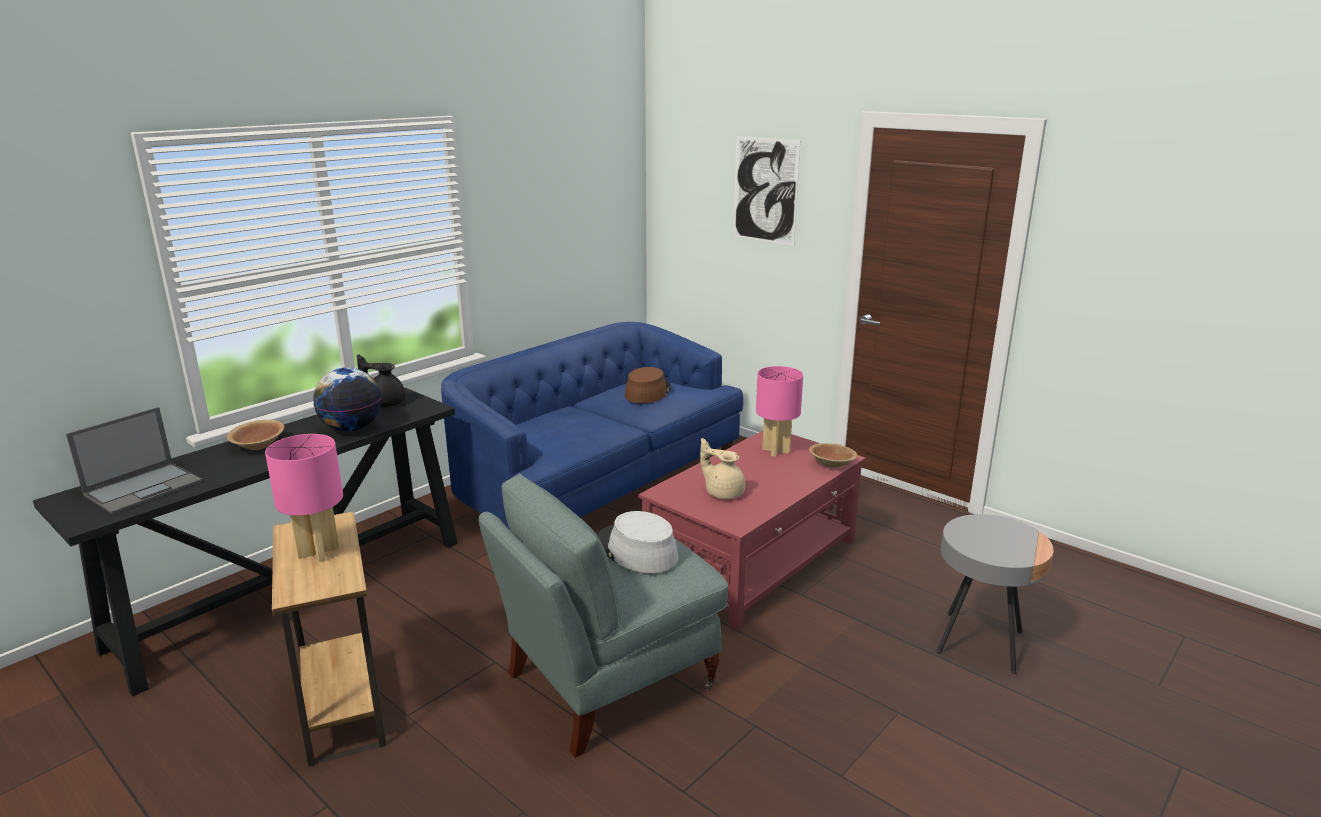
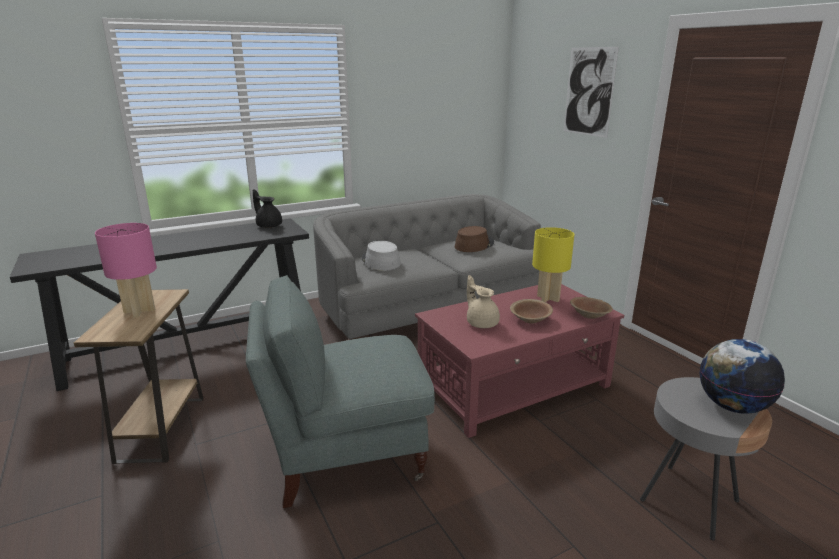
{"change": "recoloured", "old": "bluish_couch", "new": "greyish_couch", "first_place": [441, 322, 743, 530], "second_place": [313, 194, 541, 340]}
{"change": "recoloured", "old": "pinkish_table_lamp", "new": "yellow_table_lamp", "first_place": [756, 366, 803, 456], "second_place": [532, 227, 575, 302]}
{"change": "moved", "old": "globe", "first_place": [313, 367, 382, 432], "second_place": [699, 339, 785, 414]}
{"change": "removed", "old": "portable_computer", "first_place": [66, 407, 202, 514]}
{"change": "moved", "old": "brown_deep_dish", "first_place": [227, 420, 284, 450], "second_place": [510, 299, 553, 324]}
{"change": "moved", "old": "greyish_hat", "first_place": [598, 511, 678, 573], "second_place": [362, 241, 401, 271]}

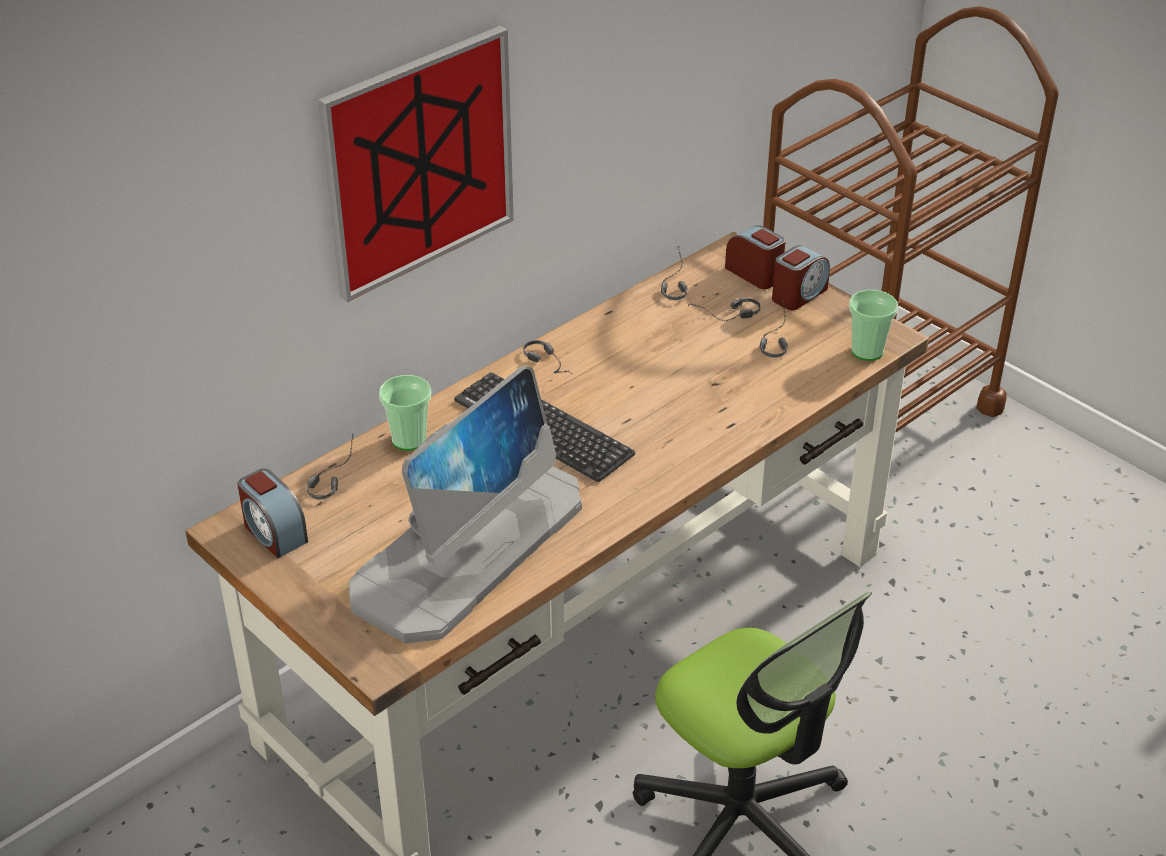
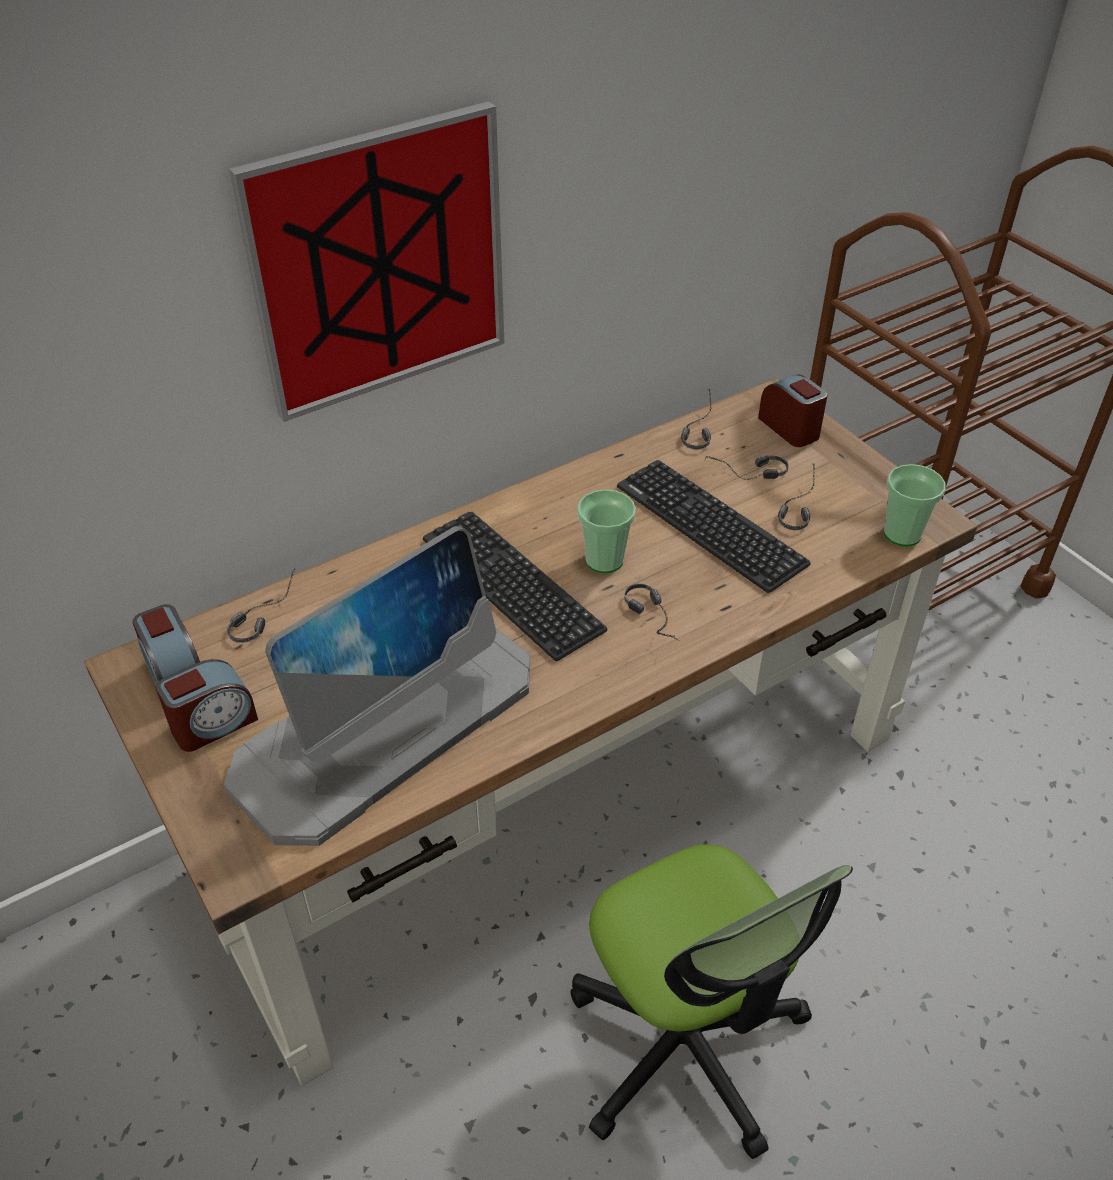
{"change": "moved", "old": "bedside_clock", "first_place": [772, 245, 830, 310], "second_place": [156, 659, 258, 752]}
{"change": "moved", "old": "headset", "first_place": [523, 340, 572, 374], "second_place": [624, 584, 679, 641]}
{"change": "moved", "old": "small_cup", "first_place": [379, 375, 431, 451], "second_place": [577, 489, 636, 573]}
{"change": "added", "new": "keyboard", "second_place": [617, 460, 810, 593]}

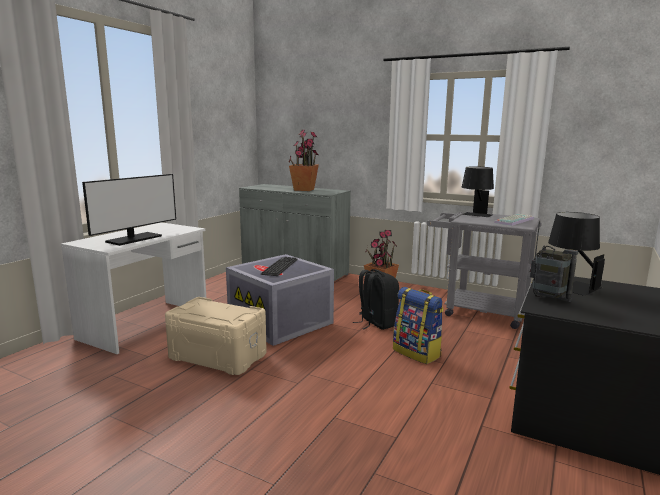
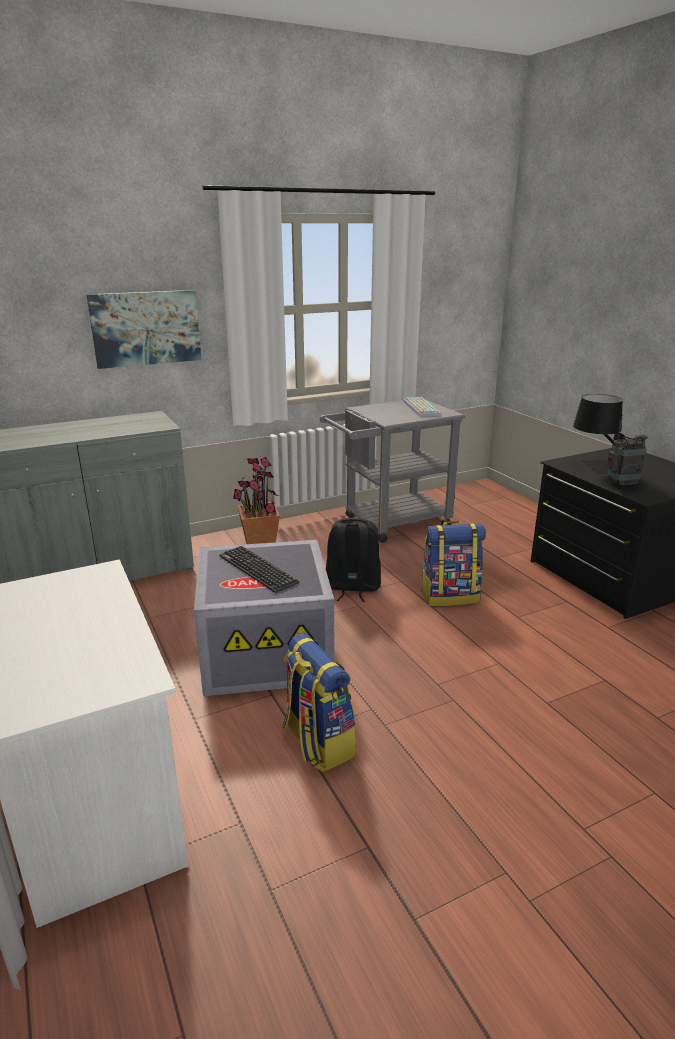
{"change": "removed", "old": "houseplant", "first_place": [289, 130, 319, 191]}
{"change": "removed", "old": "blackish_table_lamp", "first_place": [462, 166, 494, 217]}
{"change": "removed", "old": "monitor", "first_place": [82, 174, 176, 246]}
{"change": "replaced", "old": "sand-coloured_storage_bin", "new": "rucksack", "first_place": [165, 297, 267, 375], "second_place": [283, 633, 356, 772]}
{"change": "added", "new": "wall_art", "second_place": [87, 290, 201, 369]}

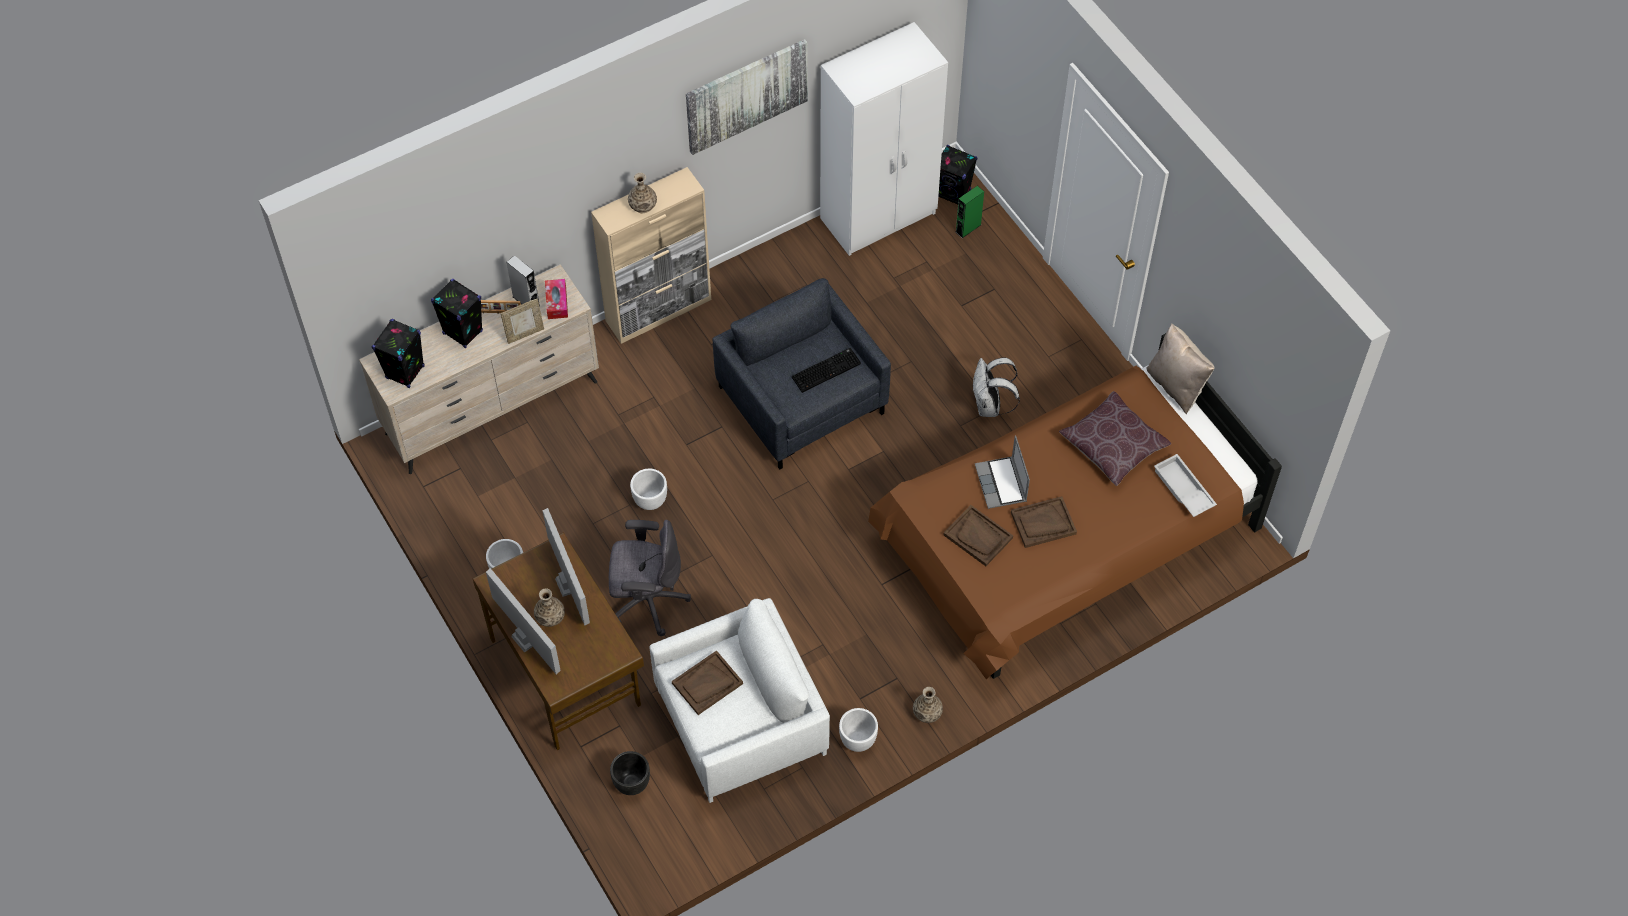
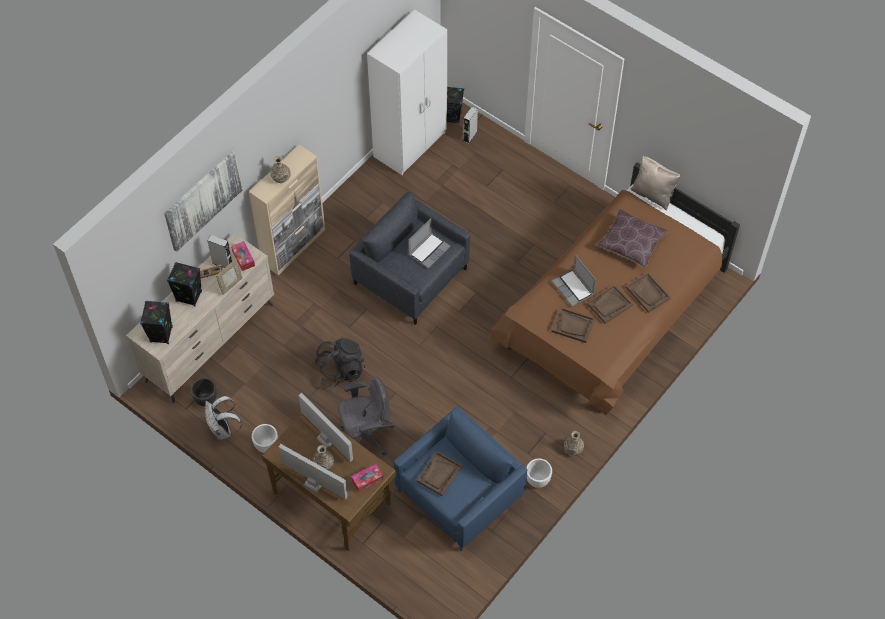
{"change": "moved", "old": "wall_art", "first_place": [686, 39, 808, 155], "second_place": [164, 151, 242, 252]}
{"change": "recoloured", "old": "green-coloured_loudspeaker", "new": "greyish_loudspeaker", "first_place": [956, 186, 984, 238], "second_place": [463, 107, 478, 143]}
{"change": "replaced", "old": "keyboard", "new": "portable_computer", "first_place": [792, 348, 861, 393], "second_place": [408, 218, 451, 269]}
{"change": "moved", "old": "whitish_rucksack", "first_place": [972, 358, 1020, 417], "second_place": [205, 396, 242, 440]}
{"change": "removed", "old": "whitish_carrying_tray", "first_place": [1154, 454, 1217, 517]}
{"change": "replaced", "old": "whitish_flower_pot", "new": "blackish_rucksack", "first_place": [630, 469, 667, 510], "second_place": [314, 338, 365, 388]}
{"change": "recoloured", "old": "whitish_lounge_chair", "new": "bluish_lounge_chair", "first_place": [649, 598, 830, 803], "second_place": [394, 407, 528, 551]}
{"change": "moved", "old": "blackish_flower_pot", "first_place": [610, 751, 650, 795], "second_place": [191, 378, 217, 406]}
{"change": "added", "new": "brown_carrying_tray", "second_place": [626, 273, 671, 313]}
{"change": "added", "new": "tissue_box", "second_place": [351, 464, 384, 492]}

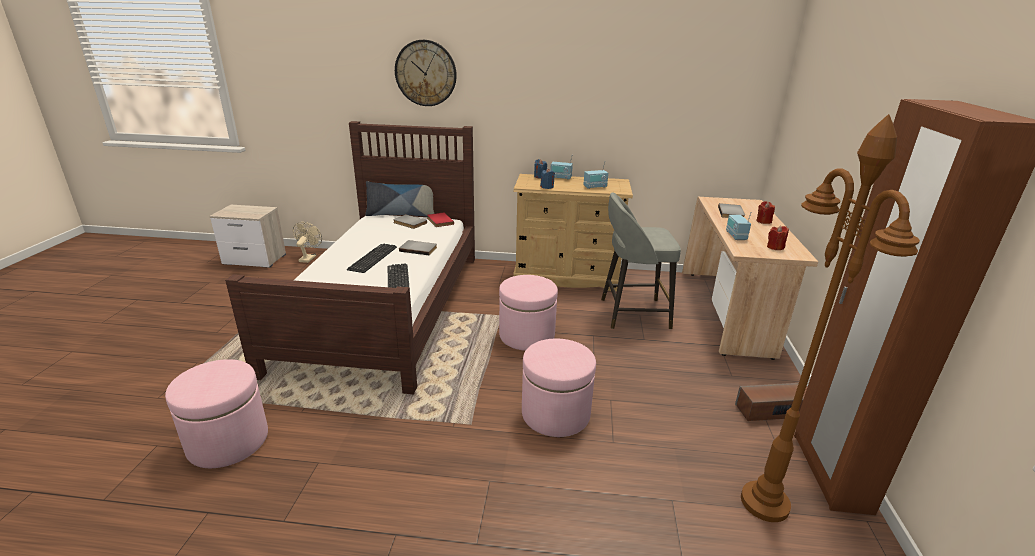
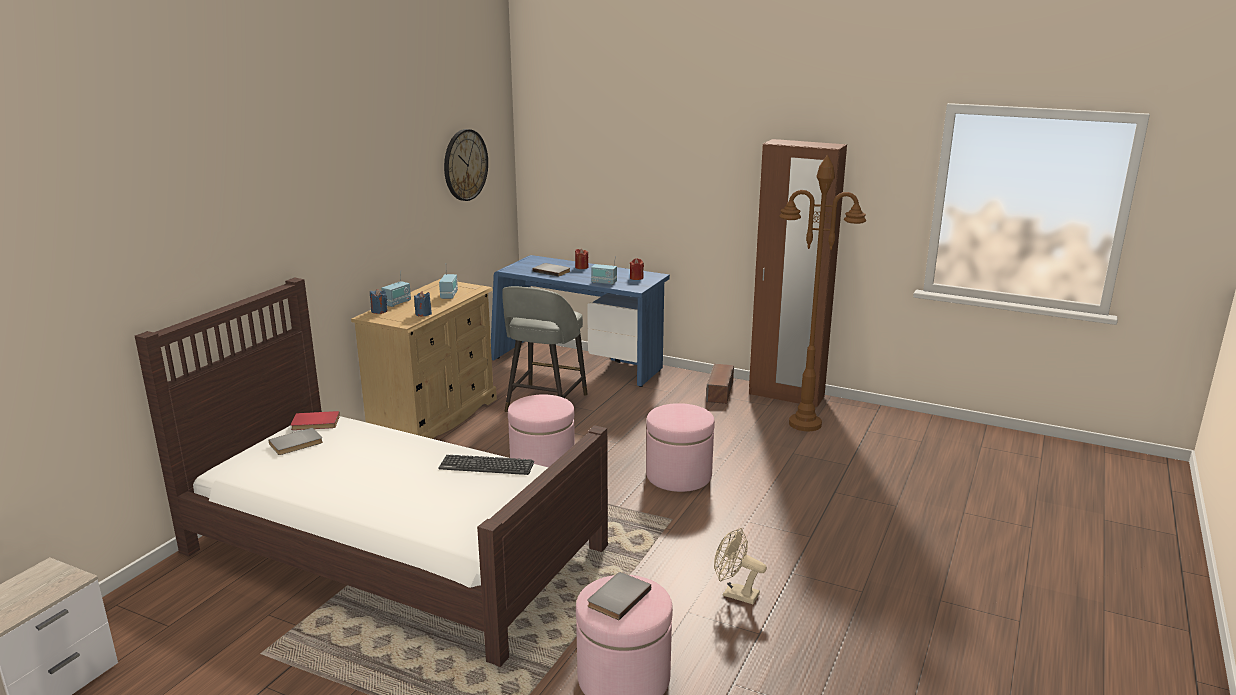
{"change": "moved", "old": "clock_on_the_wall", "first_place": [395, 40, 457, 106], "second_place": [444, 129, 488, 201]}
{"change": "removed", "old": "throw_pillow", "first_place": [365, 181, 434, 217]}
{"change": "recoloured", "old": "sand-coloured_desk_table", "new": "bluish_desk_table", "first_place": [682, 197, 818, 360], "second_place": [491, 255, 670, 387]}
{"change": "moved", "old": "sand-coloured_electric_fan", "first_place": [293, 222, 322, 263], "second_place": [714, 528, 767, 604]}
{"change": "moved", "old": "greyish_bound_book", "first_place": [399, 240, 437, 255], "second_place": [587, 572, 651, 620]}
{"change": "removed", "old": "keyboard", "first_place": [347, 244, 397, 273]}

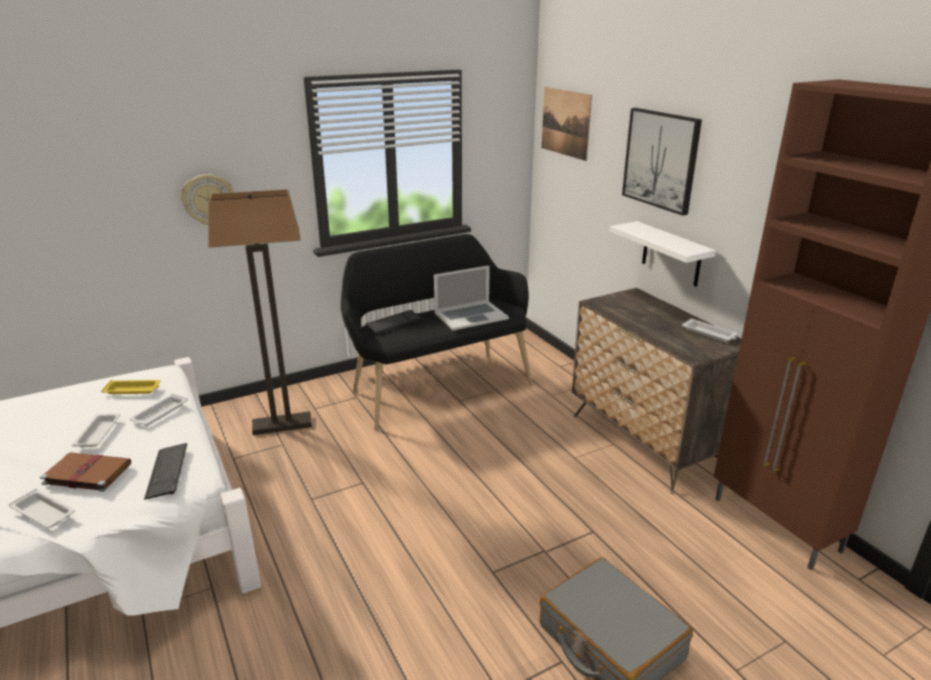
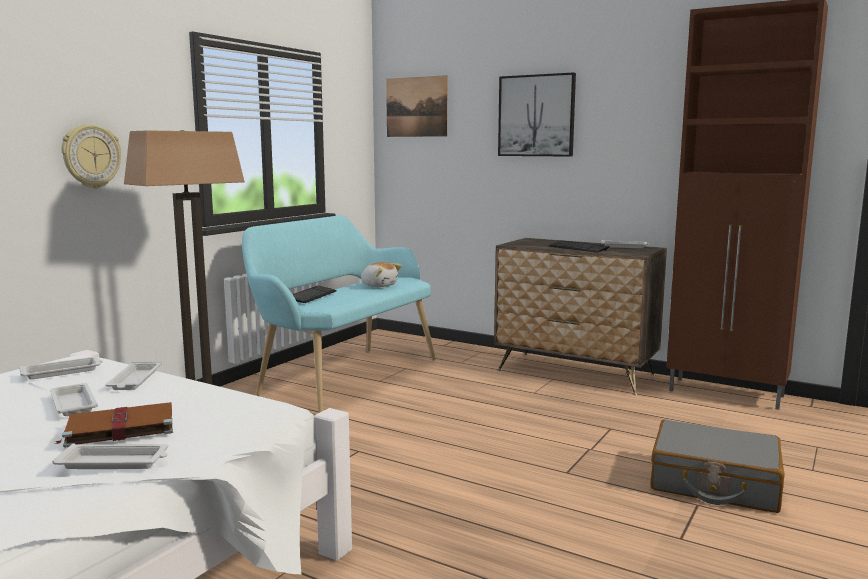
{"change": "removed", "old": "whitish_bracket_shelf", "first_place": [610, 221, 716, 287]}
{"change": "recoloured", "old": "blackish_indoor_bench", "new": "turquoise_indoor_bench", "first_place": [341, 234, 533, 430], "second_place": [242, 215, 436, 413]}
{"change": "replaced", "old": "portable_computer", "new": "cuddly_toy", "first_place": [434, 265, 509, 331], "second_place": [361, 262, 402, 287]}
{"change": "recoloured", "old": "yellow_carrying_tray", "new": "whitish_carrying_tray", "first_place": [101, 380, 160, 394], "second_place": [19, 357, 103, 379]}
{"change": "moved", "old": "keyboard", "first_place": [144, 443, 187, 500], "second_place": [549, 241, 610, 253]}

